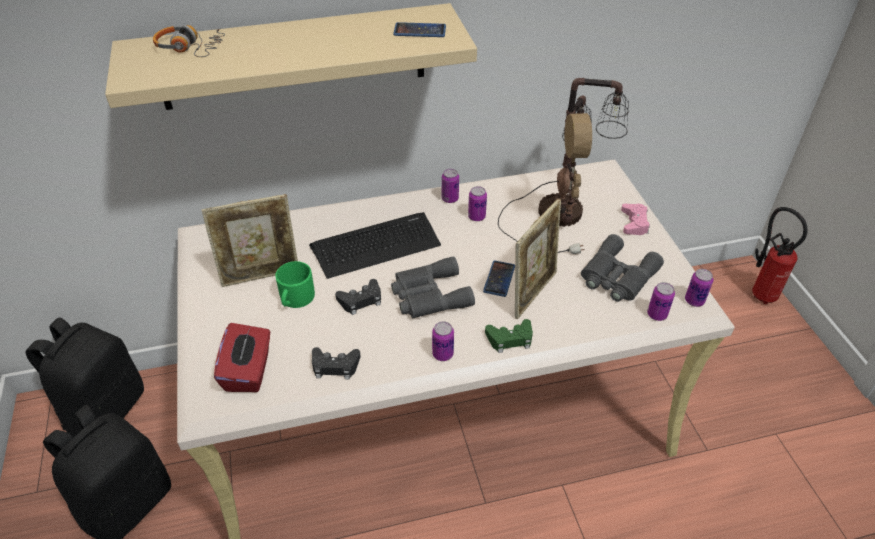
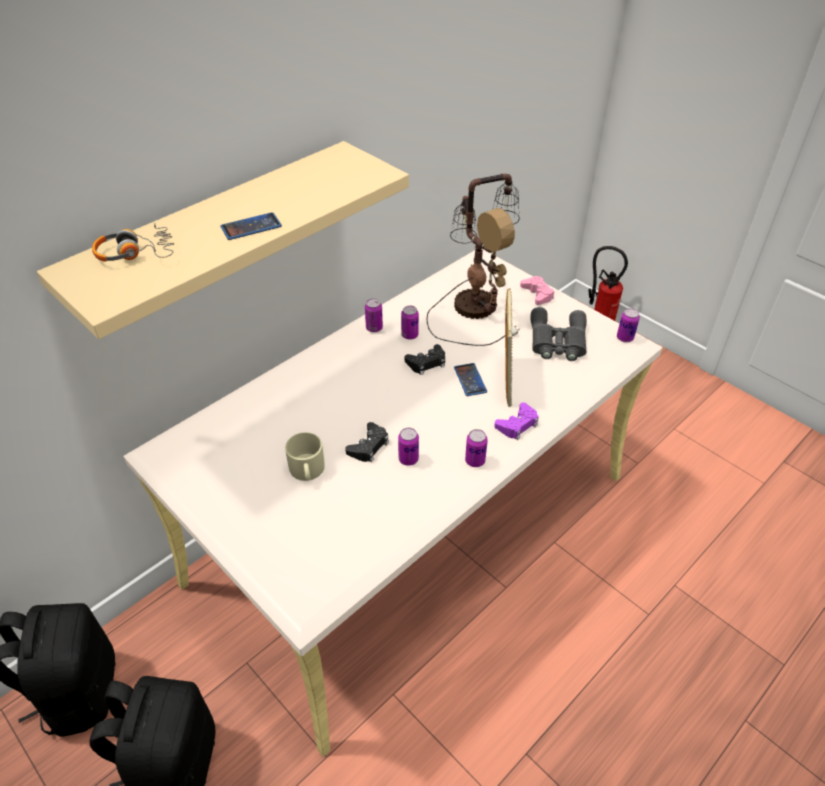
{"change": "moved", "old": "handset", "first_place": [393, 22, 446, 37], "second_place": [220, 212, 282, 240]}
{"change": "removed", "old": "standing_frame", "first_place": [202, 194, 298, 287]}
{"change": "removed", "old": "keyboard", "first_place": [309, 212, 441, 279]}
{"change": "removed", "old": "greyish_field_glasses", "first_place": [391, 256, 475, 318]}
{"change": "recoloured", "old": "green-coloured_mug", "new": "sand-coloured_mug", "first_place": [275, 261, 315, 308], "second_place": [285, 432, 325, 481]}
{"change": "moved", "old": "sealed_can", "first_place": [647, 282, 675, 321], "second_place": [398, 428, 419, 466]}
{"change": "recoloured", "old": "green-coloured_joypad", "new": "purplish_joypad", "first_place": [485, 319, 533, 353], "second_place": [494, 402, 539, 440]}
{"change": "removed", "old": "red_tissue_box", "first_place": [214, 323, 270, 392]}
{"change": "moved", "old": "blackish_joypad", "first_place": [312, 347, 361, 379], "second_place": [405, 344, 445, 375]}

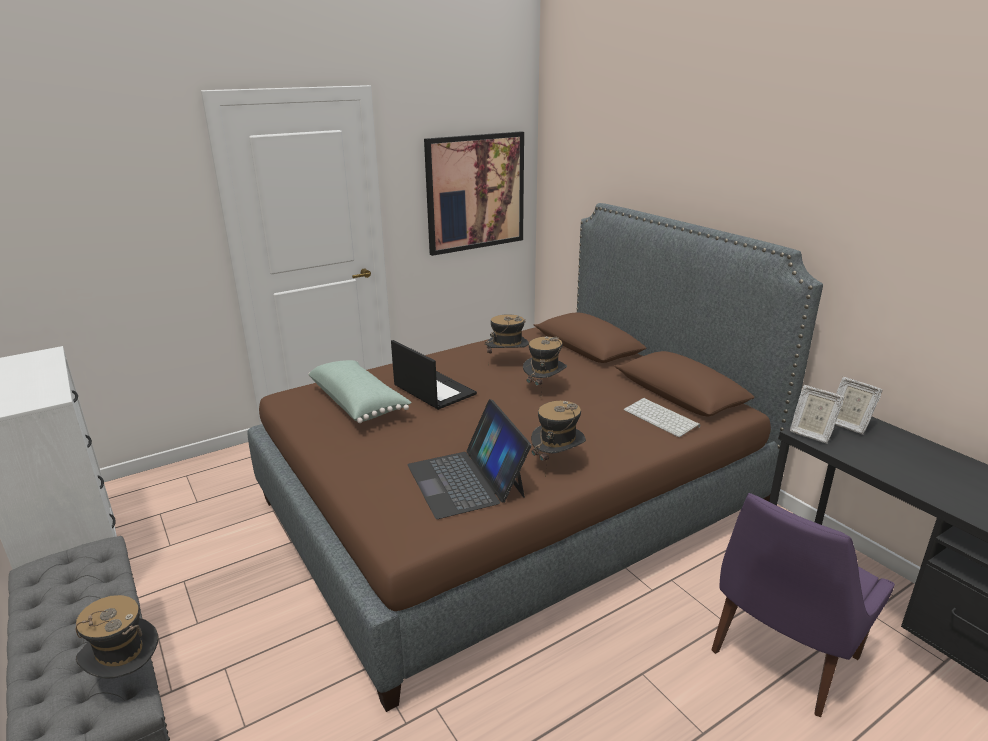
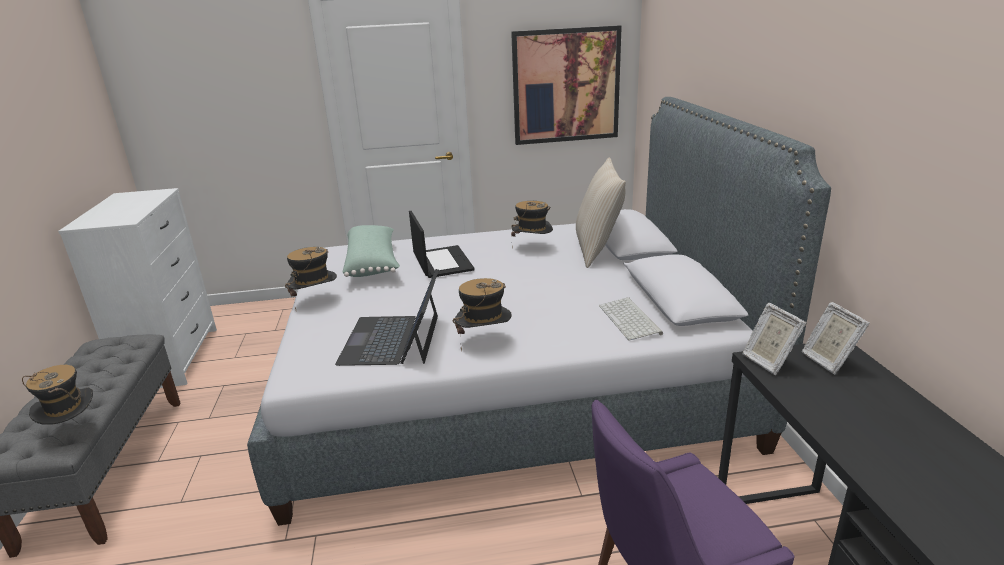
{"change": "recoloured", "old": "brown_bedroom_bed", "new": "greyish_bedroom_bed", "first_place": [247, 203, 823, 712], "second_place": [247, 97, 831, 526]}
{"change": "moved", "old": "hat", "first_place": [523, 336, 567, 390], "second_place": [285, 247, 337, 310]}
{"change": "added", "new": "sand-coloured_throw_pillow", "second_place": [576, 158, 626, 268]}

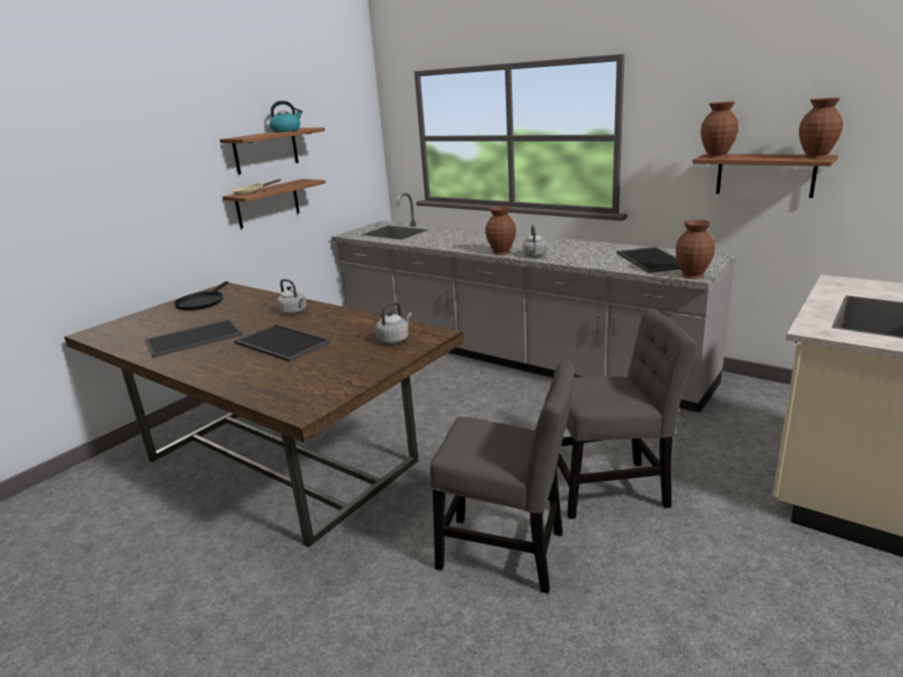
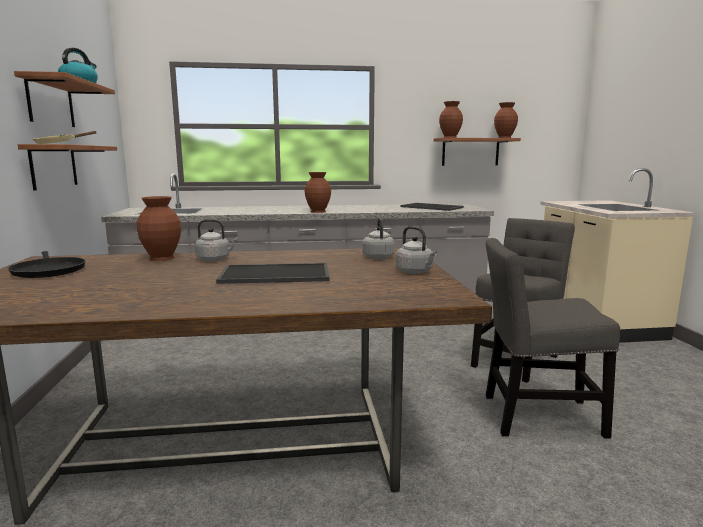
{"change": "moved", "old": "brown_decorative_vase", "first_place": [676, 220, 715, 279], "second_place": [137, 196, 181, 261]}
{"change": "moved", "old": "greyish_water_kettle", "first_place": [522, 225, 547, 257], "second_place": [396, 226, 437, 273]}
{"change": "removed", "old": "carrying_tray", "first_place": [145, 319, 243, 358]}
{"change": "turned", "old": "greyish_chair", "first_place": [430, 360, 574, 594], "second_place": [486, 238, 620, 439], "degrees": -150}

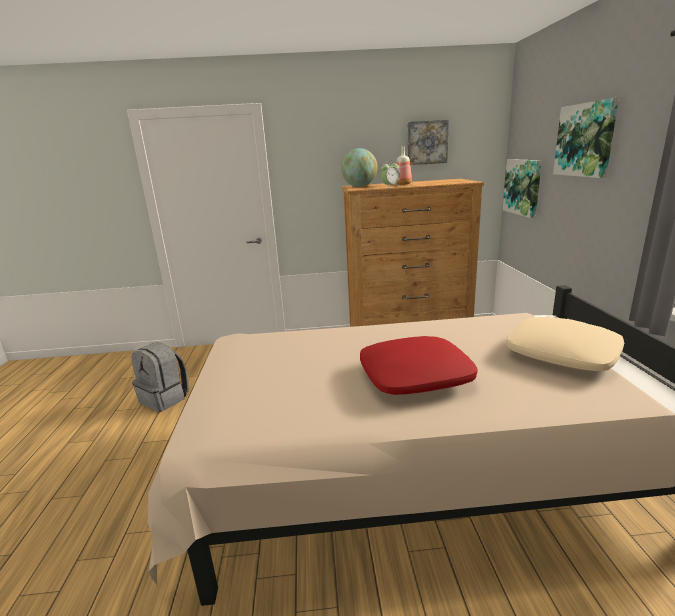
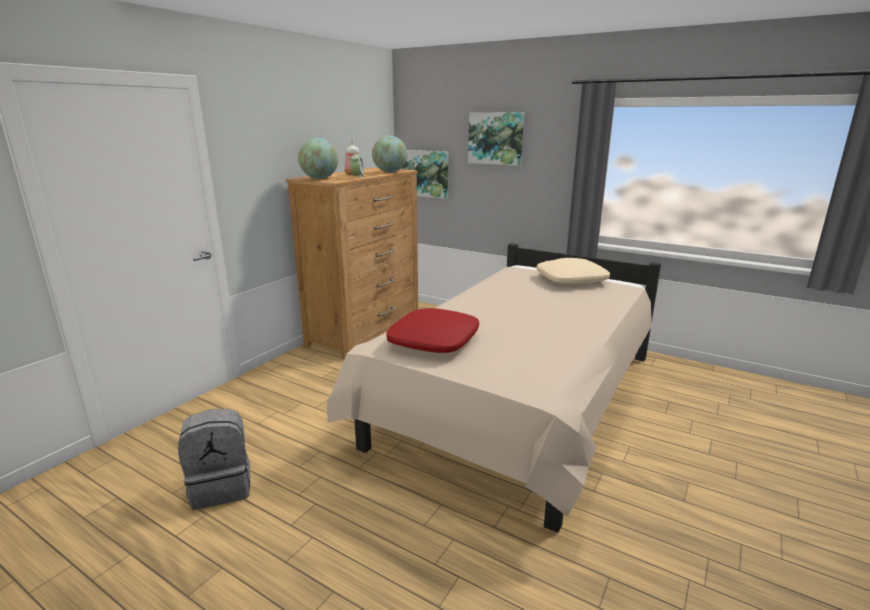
{"change": "removed", "old": "wall_art", "first_place": [407, 120, 449, 165]}
{"change": "moved", "old": "red_throw_pillow", "first_place": [360, 336, 478, 395], "second_place": [386, 308, 479, 353]}
{"change": "added", "new": "globe", "second_place": [372, 136, 407, 172]}

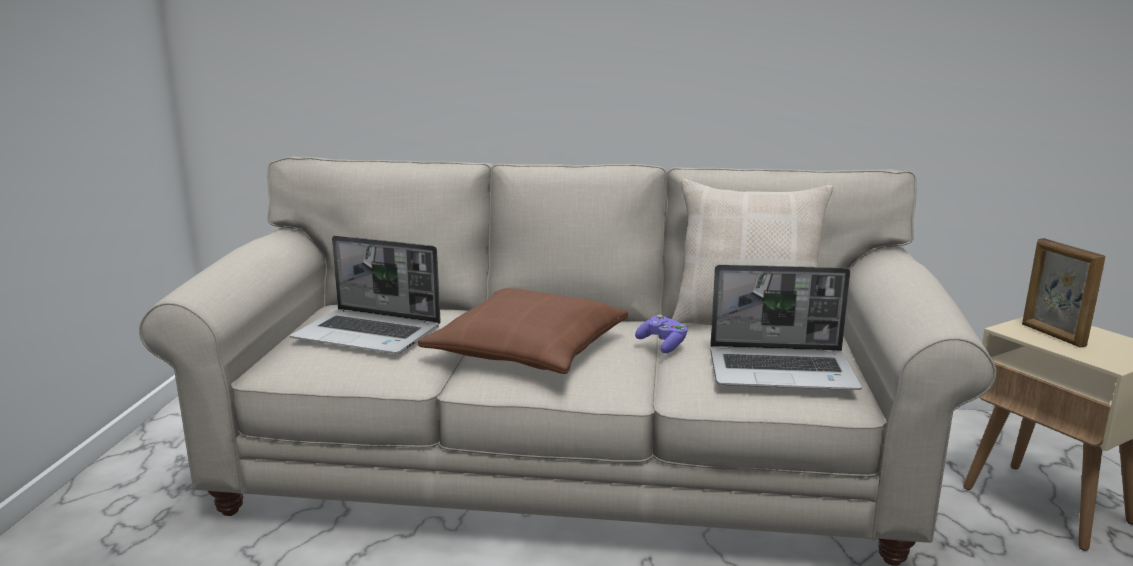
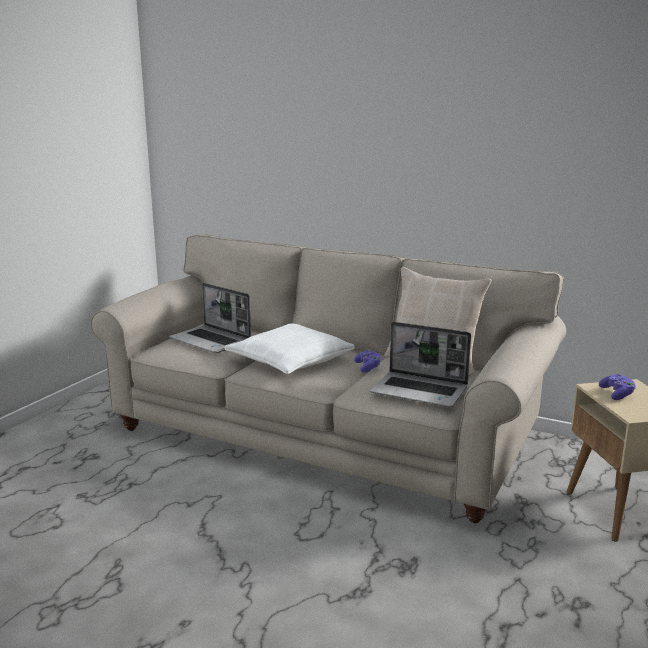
{"change": "replaced", "old": "standing_frame", "new": "purplish_joypad", "first_place": [1022, 238, 1105, 348], "second_place": [599, 373, 636, 400]}
{"change": "recoloured", "old": "brown_throw_pillow", "new": "whitish_throw_pillow", "first_place": [418, 288, 628, 374], "second_place": [225, 323, 355, 374]}

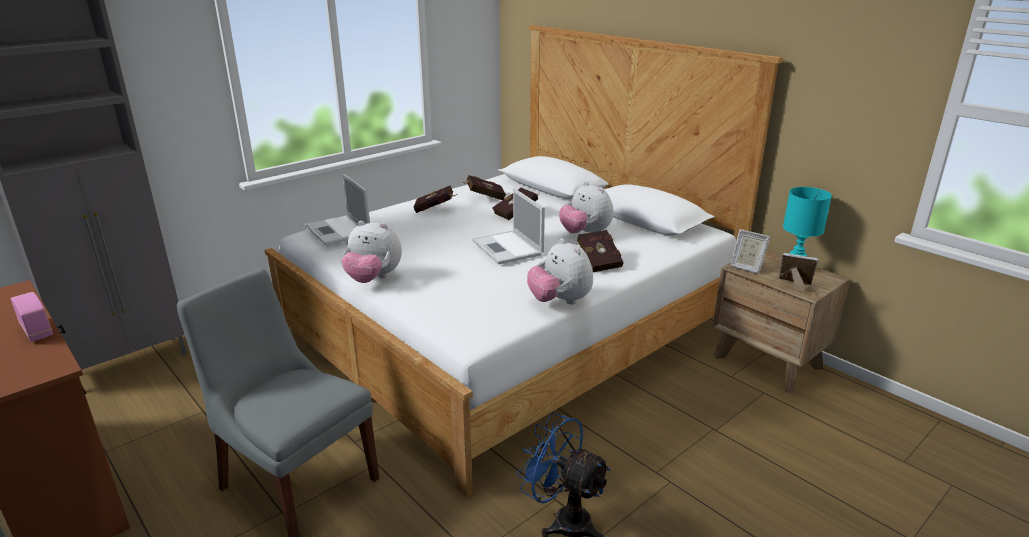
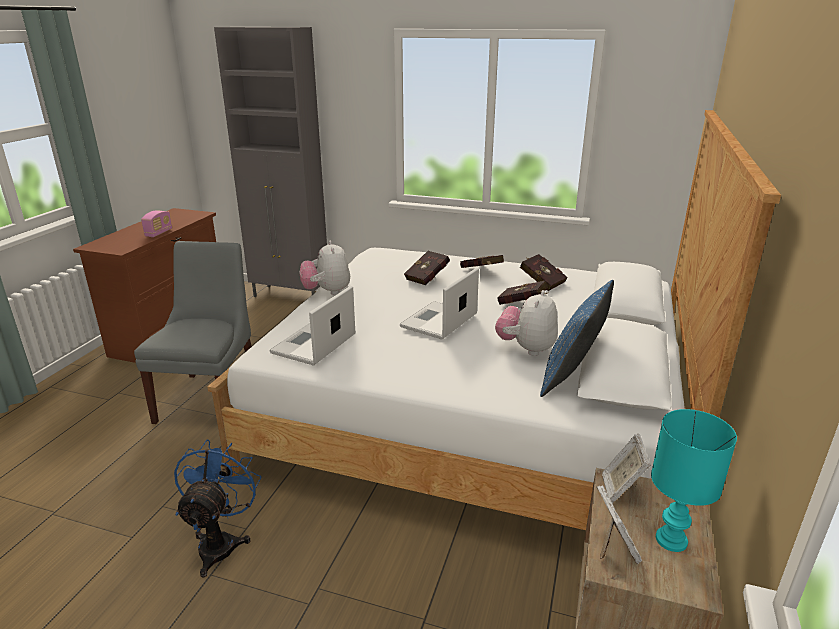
{"change": "moved", "old": "portable_computer", "first_place": [305, 174, 370, 246], "second_place": [269, 286, 355, 366]}
{"change": "moved", "old": "red_bound_book", "first_place": [577, 230, 623, 272], "second_place": [404, 251, 450, 285]}
{"change": "removed", "old": "cuddly_toy", "first_place": [527, 238, 593, 304]}
{"change": "added", "new": "bluish_throw_pillow", "second_place": [540, 280, 614, 397]}

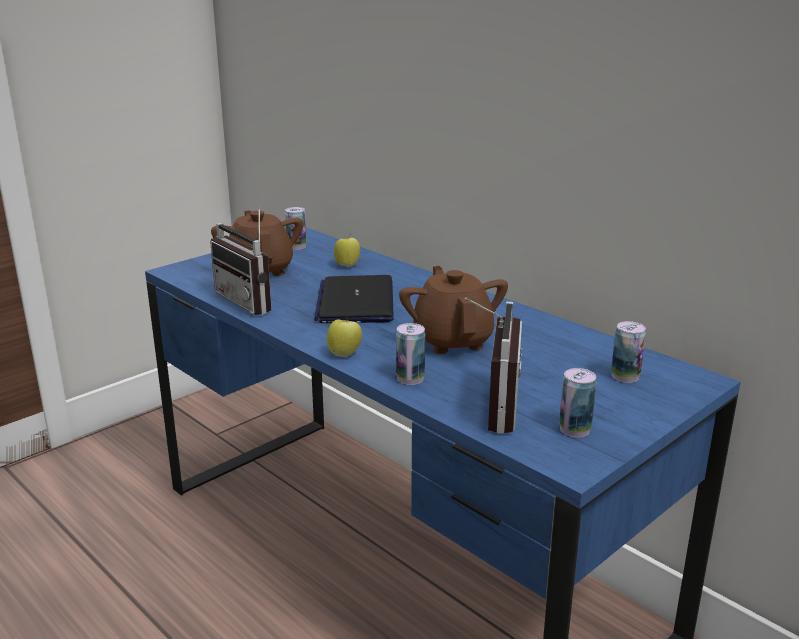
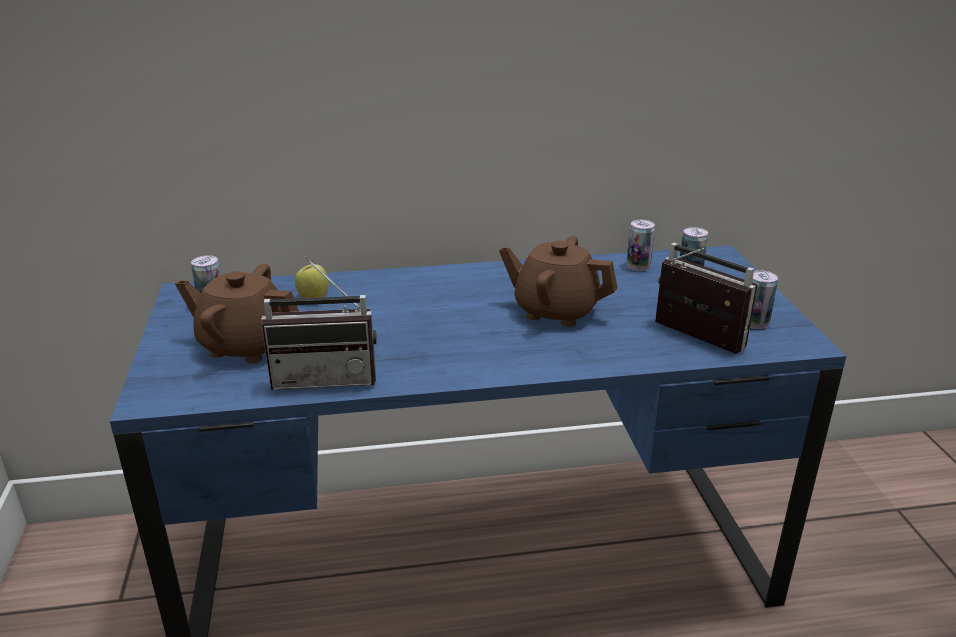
{"change": "removed", "old": "portable_computer", "first_place": [314, 275, 394, 323]}
{"change": "removed", "old": "apple", "first_place": [327, 319, 362, 357]}
{"change": "moved", "old": "sealed_can", "first_place": [396, 323, 425, 385], "second_place": [627, 220, 655, 271]}

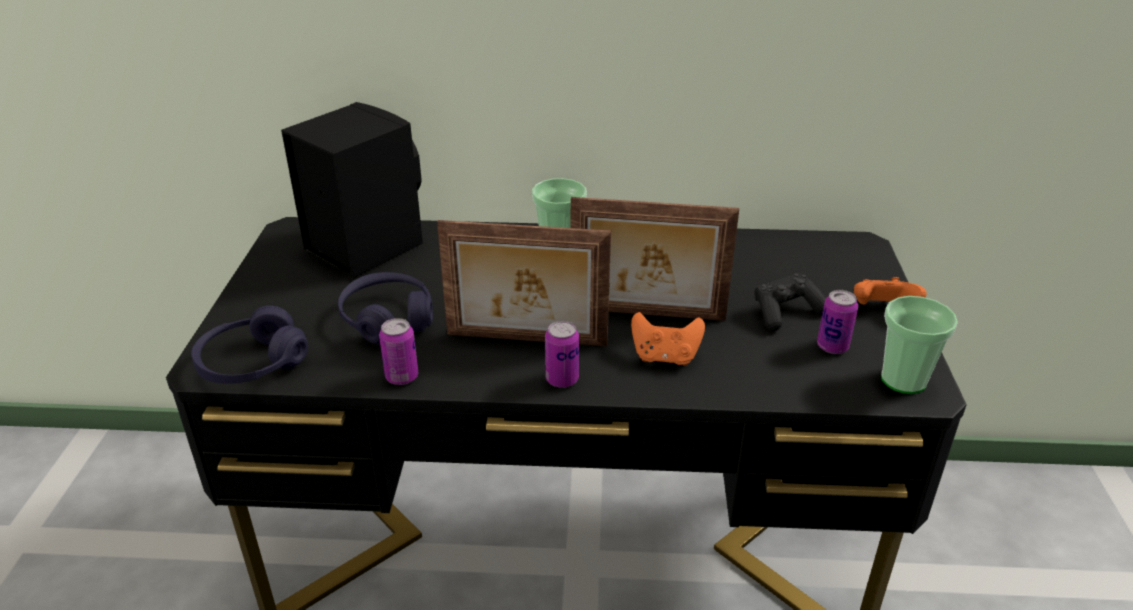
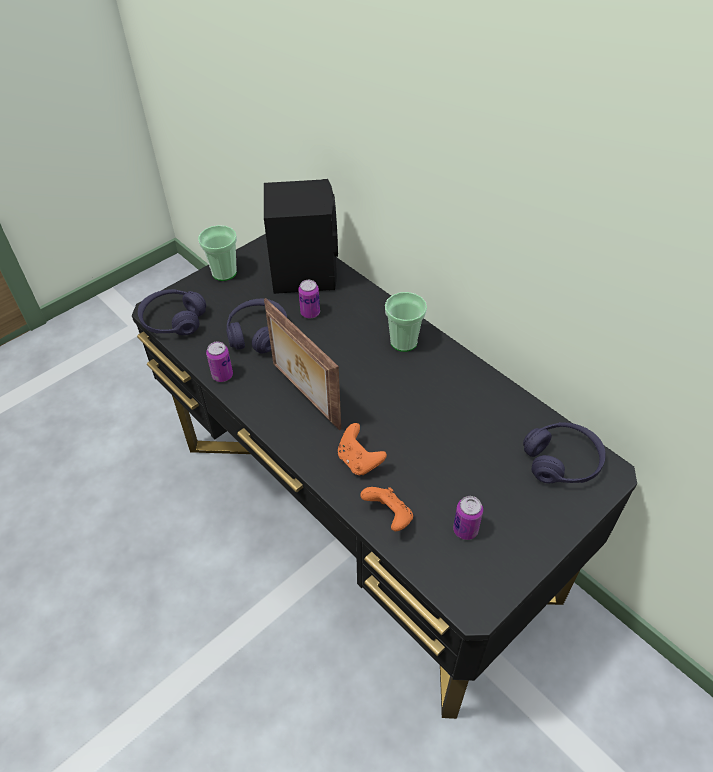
{"change": "removed", "old": "standing_frame", "first_place": [571, 197, 739, 321]}
{"change": "removed", "old": "blackish_joypad", "first_place": [754, 274, 826, 331]}
{"change": "moved", "old": "orange-coloured_joypad", "first_place": [854, 277, 927, 305], "second_place": [360, 487, 413, 531]}
{"change": "moved", "old": "small_cup", "first_place": [881, 296, 958, 394], "second_place": [198, 225, 237, 281]}
{"change": "moved", "old": "sealed_can", "first_place": [545, 321, 579, 388], "second_place": [298, 280, 320, 318]}
{"change": "added", "new": "purplish_headset", "second_place": [523, 422, 606, 483]}

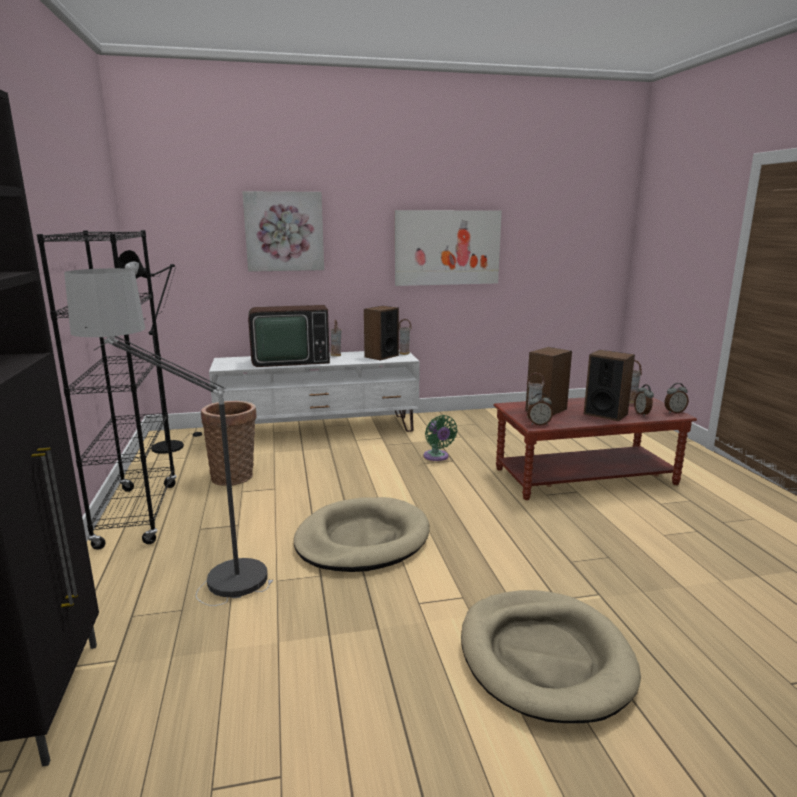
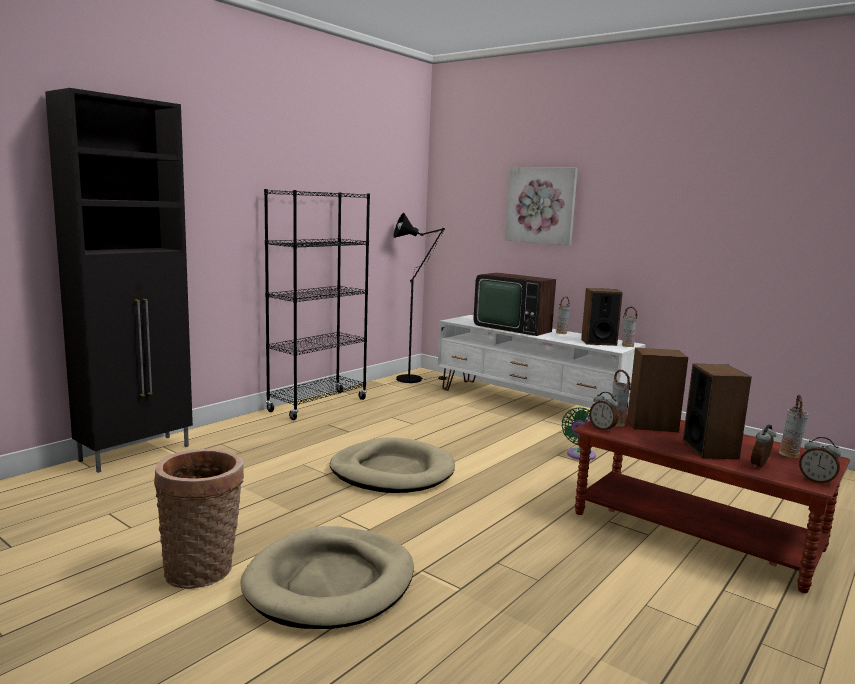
{"change": "removed", "old": "wall_art", "first_place": [395, 210, 502, 286]}
{"change": "removed", "old": "floor_lamp", "first_place": [64, 268, 273, 606]}
{"change": "moved", "old": "basket", "first_place": [201, 401, 257, 486], "second_place": [154, 449, 244, 589]}

